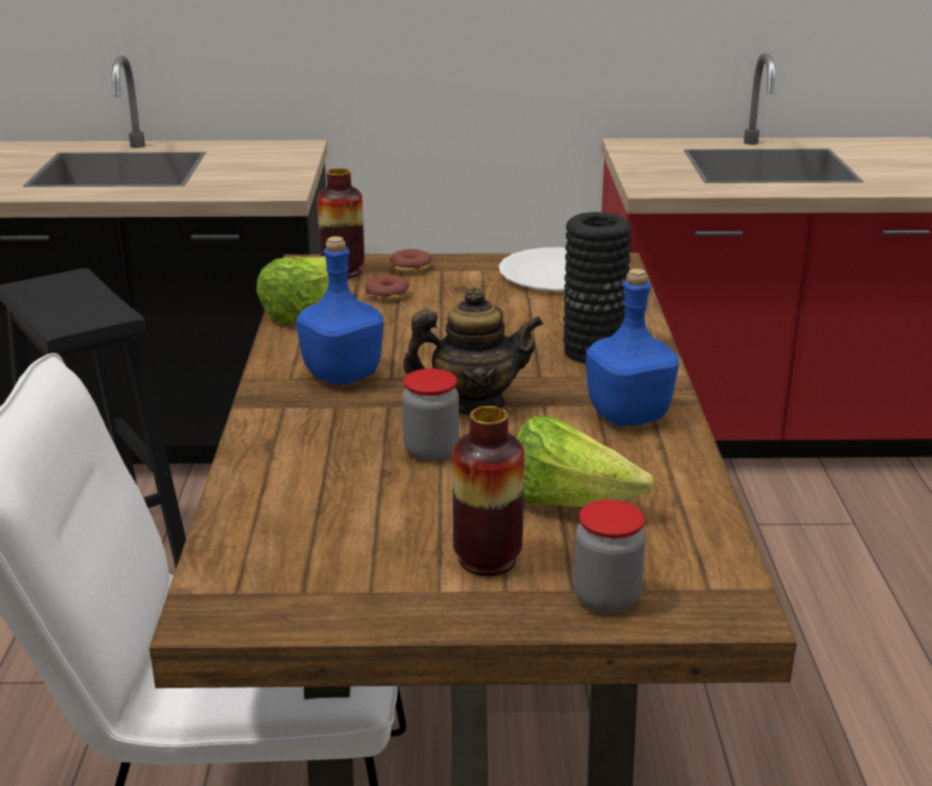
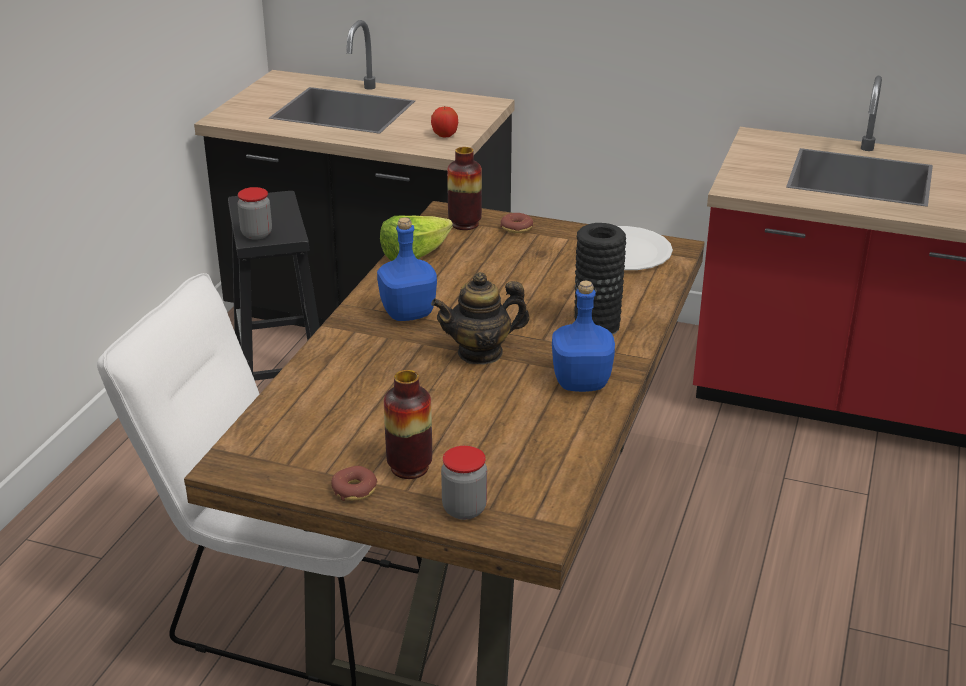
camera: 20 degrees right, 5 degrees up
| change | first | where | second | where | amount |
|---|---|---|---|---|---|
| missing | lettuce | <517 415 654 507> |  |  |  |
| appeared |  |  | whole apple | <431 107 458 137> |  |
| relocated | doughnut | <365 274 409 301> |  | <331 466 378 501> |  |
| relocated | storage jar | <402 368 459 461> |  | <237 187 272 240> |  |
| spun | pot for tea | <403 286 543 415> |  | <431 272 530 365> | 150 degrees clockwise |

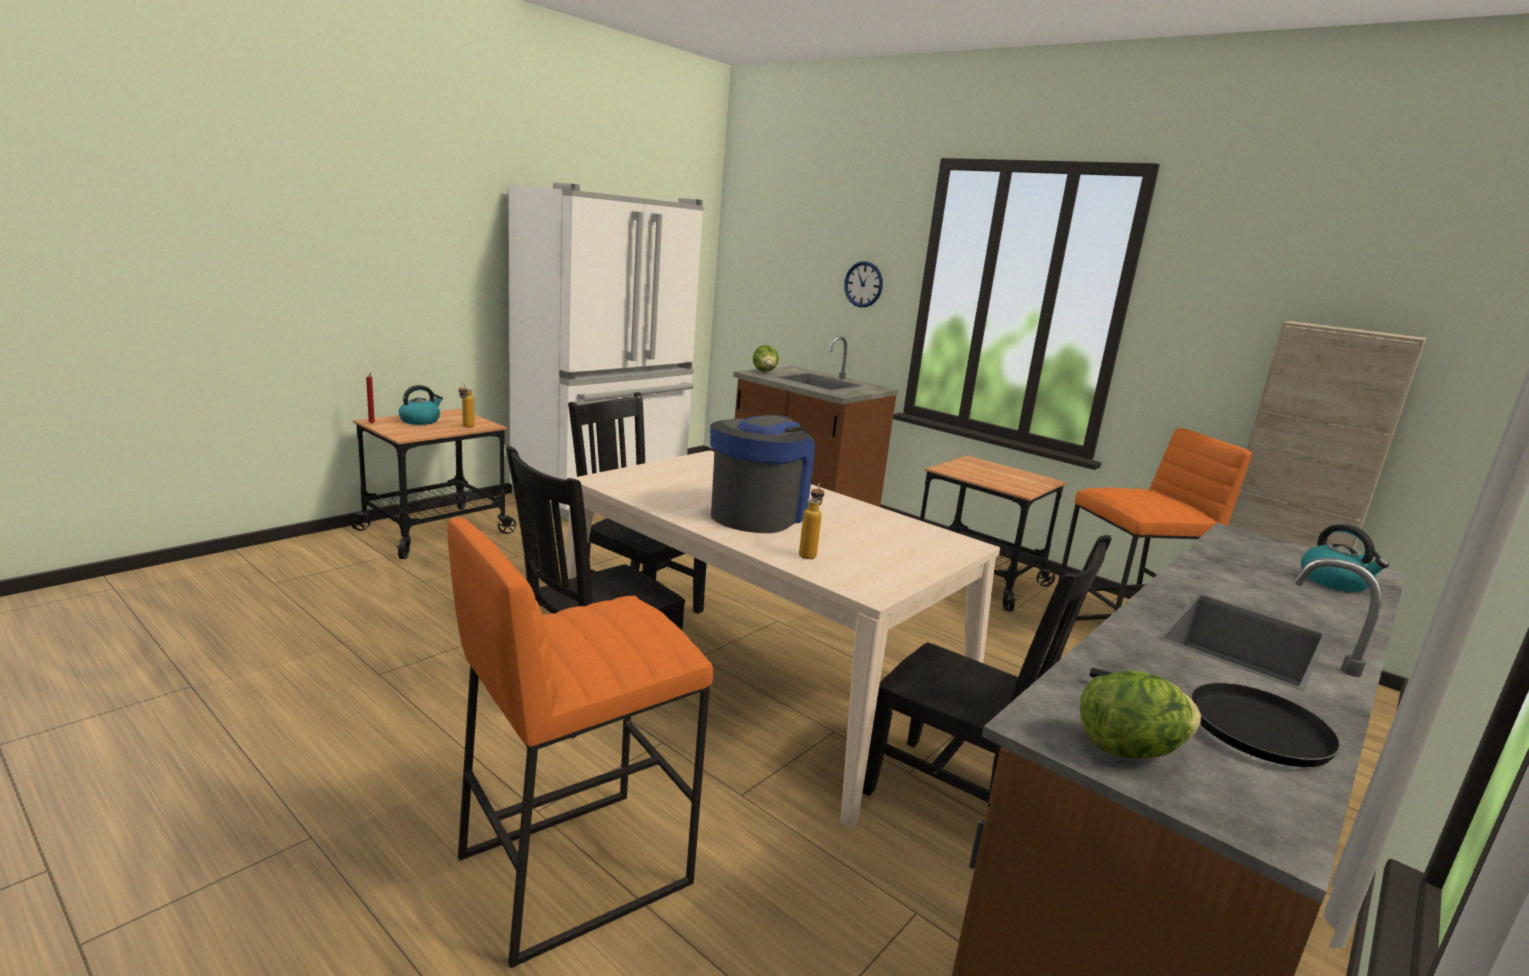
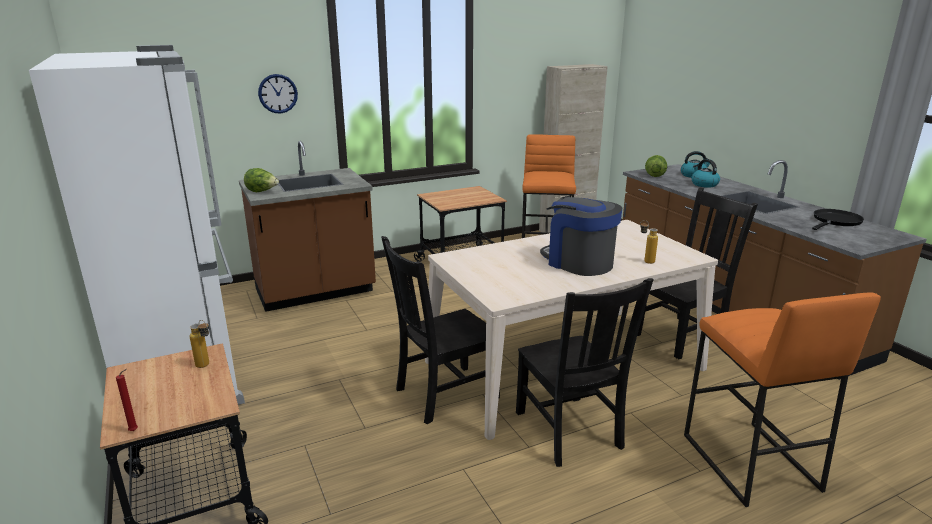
camera: 65 degrees left, 5 degrees up
| change | first | where | second | where | amount |
|---|---|---|---|---|---|
| relocated | kettle | <399 385 443 425> |  | <691 159 720 188> |  |
| relocated | lettuce | <1080 671 1201 759> |  | <645 155 667 177> |  |

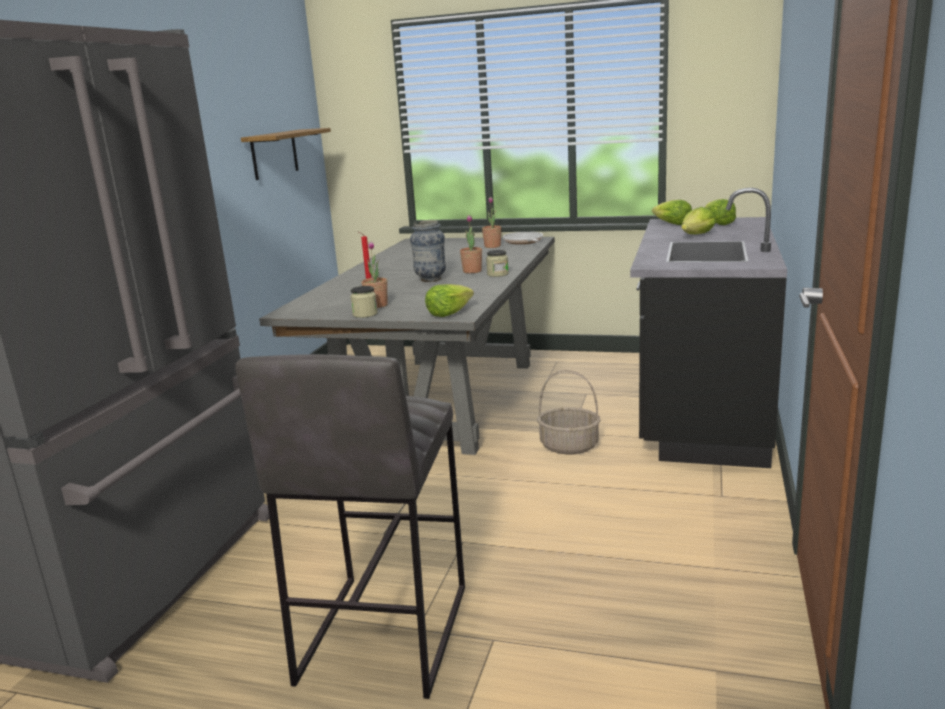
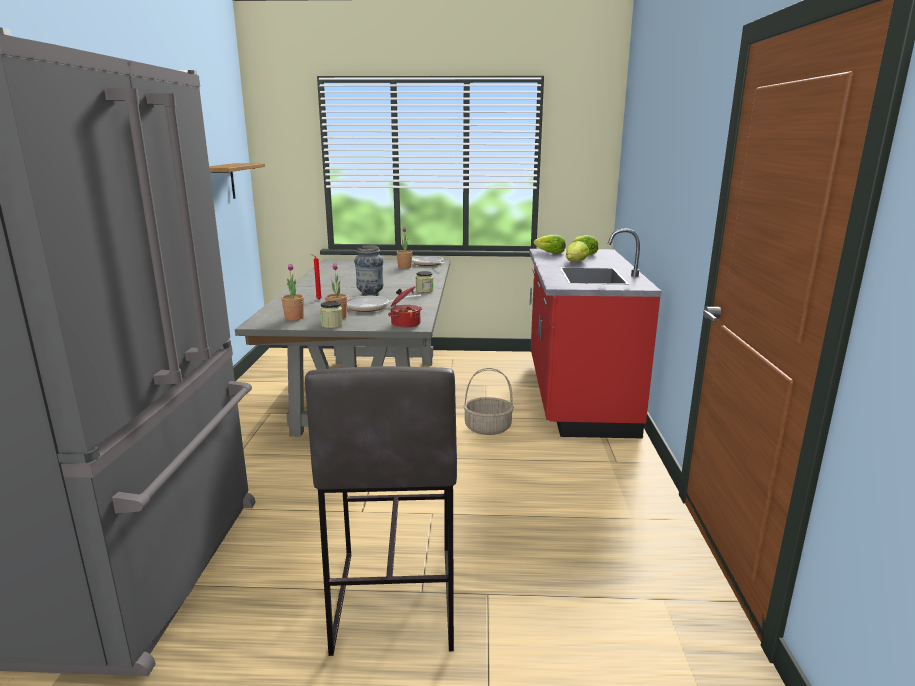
camera: 15 degrees left, 0 degrees up
| change | first | where | second | where | amount |
|---|---|---|---|---|---|
| appeared |  |  | frying pan | <347 295 421 312> |  |
| relocated | houseplant | <460 215 482 273> |  | <281 264 304 320> |  |
| exchanged | lettuce | <425 284 474 317> | cooking pot | <388 286 422 328> |  |
| colour | blackish kitchen base unit | <630 188 787 468> | reddish kitchen base unit | <529 229 662 438> |  |

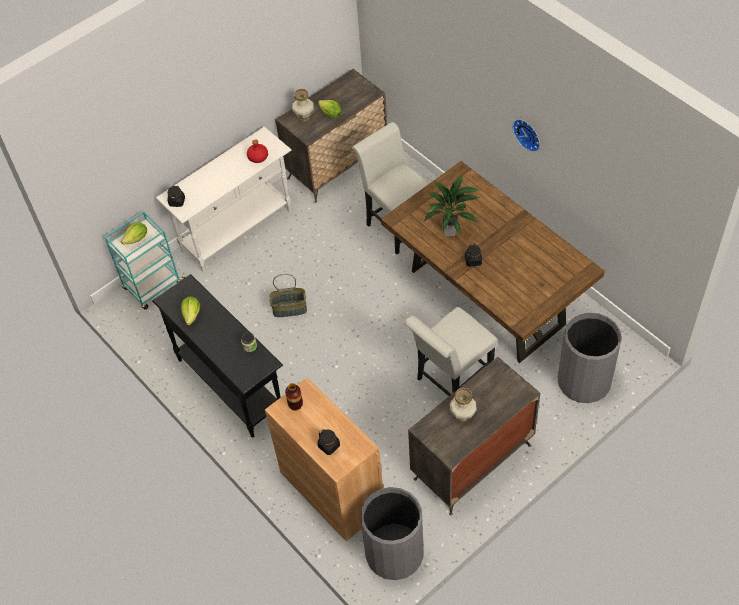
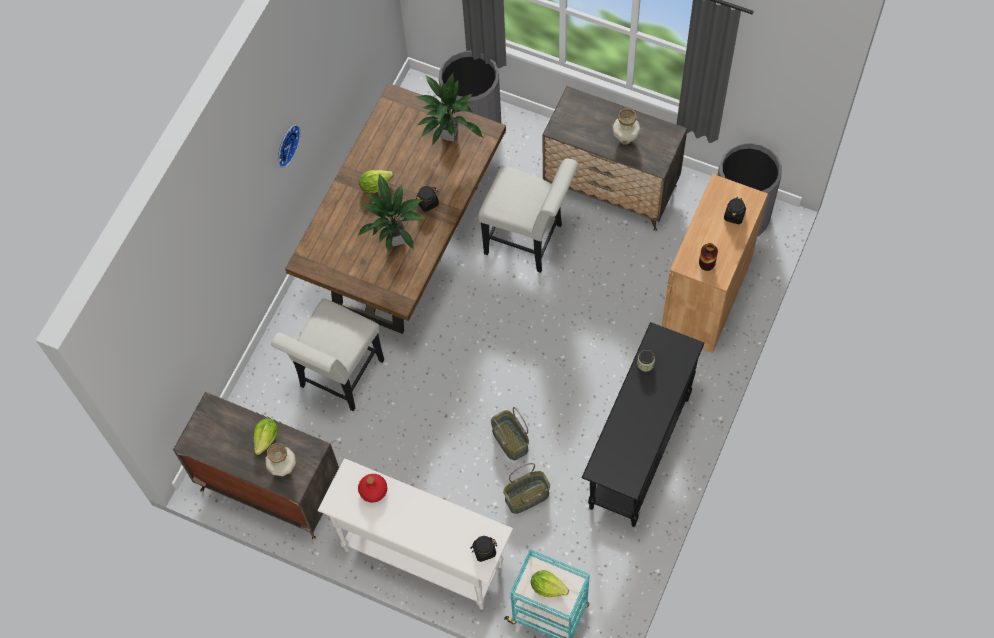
camera: 115 degrees left, 10 degrees up
| change | first | where | second | where | amount |
|---|---|---|---|---|---|
| appeared |  |  | houseplant | <415 73 483 144> |  |
| appeared |  |  | household basket | <503 463 550 514> |  |
| relocated | lettuce | <181 296 200 325> |  | <359 170 393 193> |  |

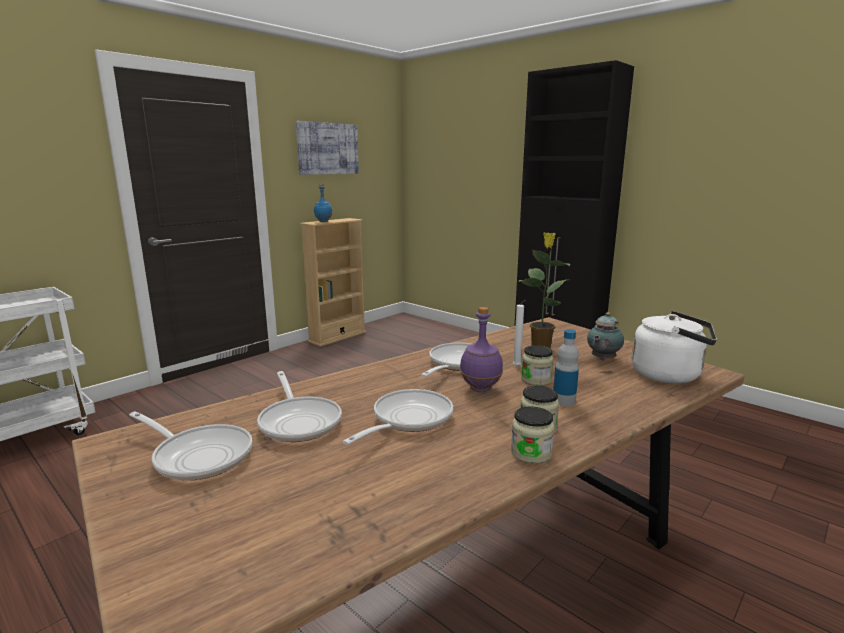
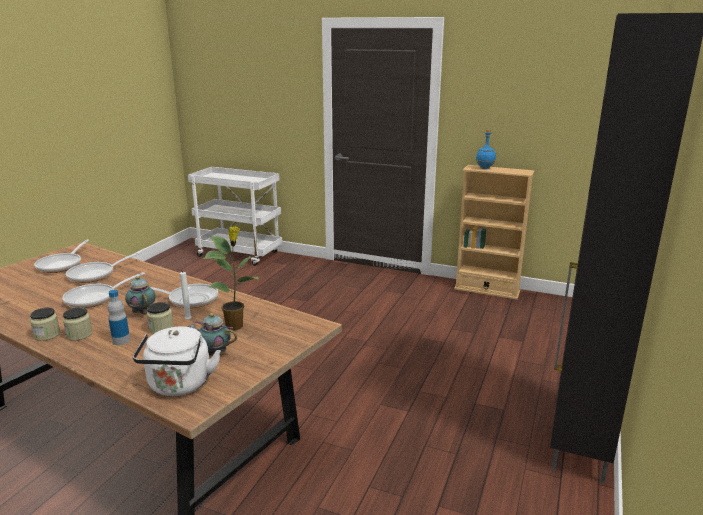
camera: 70 degrees right, 5 degrees up
| change | first | where | second | where | amount |
|---|---|---|---|---|---|
| missing | wall picture | <296 121 359 175> |  |  |  |
| exchanged | purple-coloured bottle | <460 307 503 392> | pot for tea | <125 276 156 314> |  |
| spun | frying pan | <343 389 453 445> |  | <62 272 145 308> | 120 degrees clockwise |

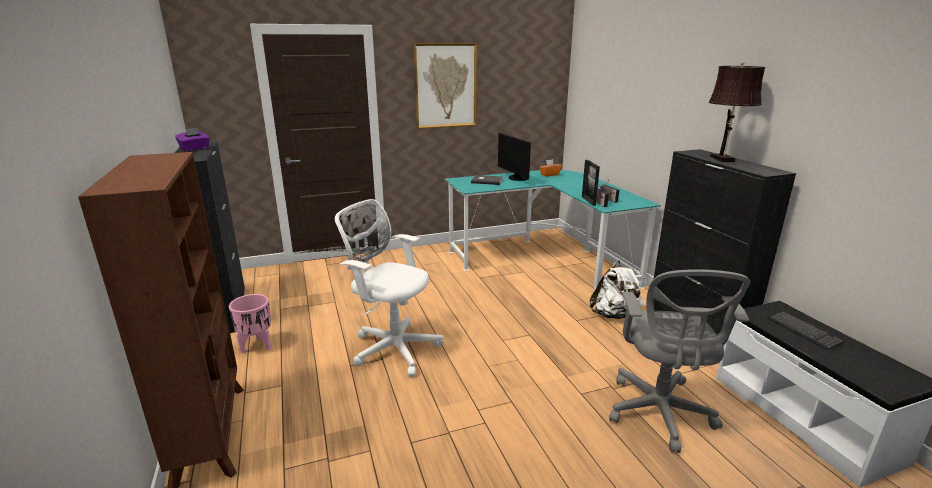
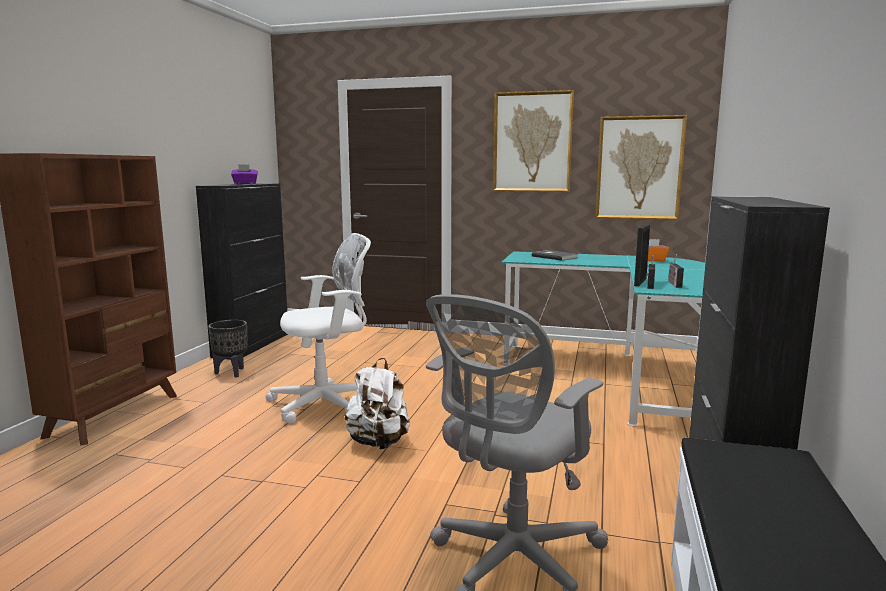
camera: 35 degrees right, 10 degrees down
| change | first | where | second | where | amount |
|---|---|---|---|---|---|
| missing | computer screen | <498 133 531 181> |  |  |  |
| missing | brown table lamp | <709 61 765 162> |  |  |  |
| missing | computer keyboard | <767 311 844 350> |  |  |  |
| appeared |  |  | wall picture | <595 115 687 220> |  |
| relocated | white rucksack | <590 260 643 319> |  | <345 358 410 449> |  |
| colour | pink-coloured flower pot | <229 294 271 353> | blackish flower pot | <208 320 248 378> |  |
| spun | white desk chair | <335 199 443 377> |  | <266 233 371 424> | 90 degrees clockwise |

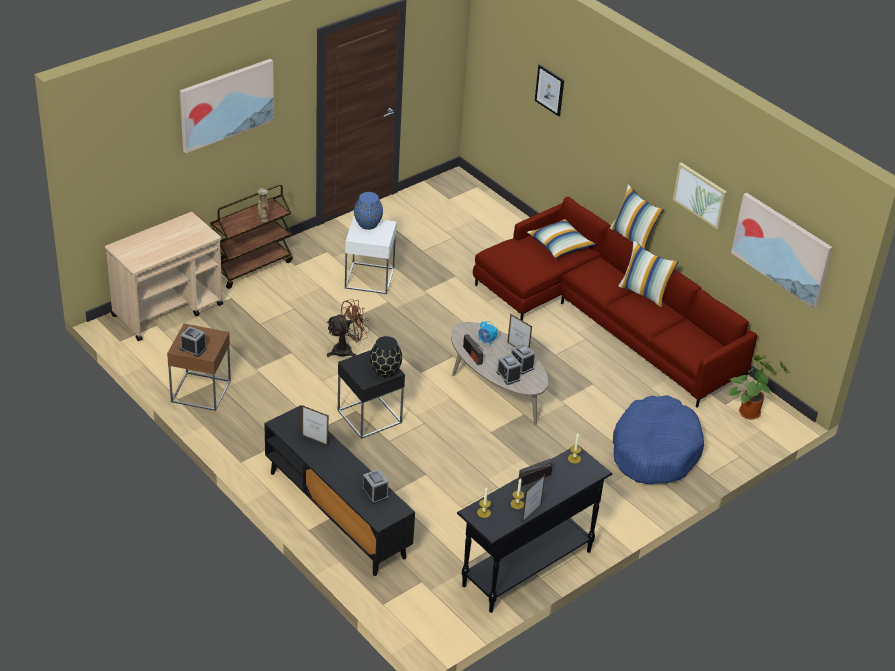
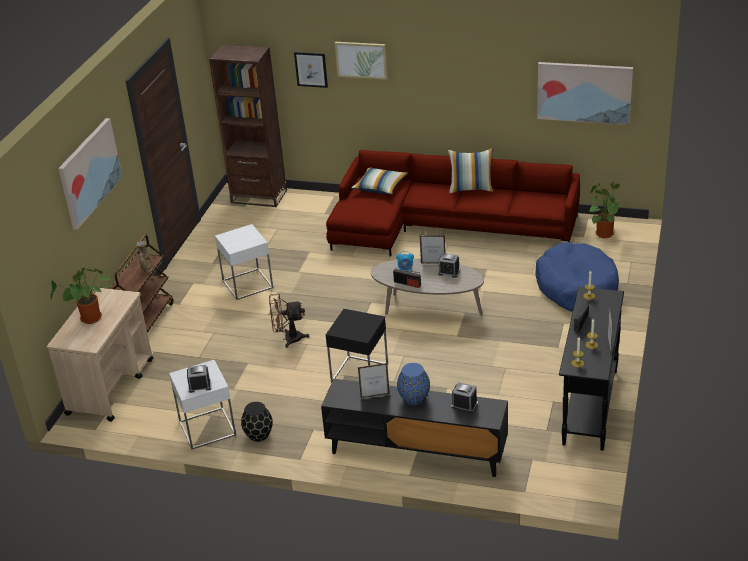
camera: 30 degrees left, 5 degrees down
| change | first | where | second | where | amount |
|---|---|---|---|---|---|
| missing | bedside clock | <497 354 521 385> |  |  |  |
| missing | pillow | <610 184 664 249> |  |  |  |
| appeared |  |  | houseplant | <50 267 112 324> |  |
| appeared |  |  | brown bookcase | <209 44 287 207> |  |
| relocated | blue-coloured vase | <354 192 383 230> |  | <397 363 430 405> |  |
| relocated | blackish vase | <370 336 402 378> |  | <241 402 273 442> |  |
| relocated | wall picture | <673 163 727 230> |  | <335 42 388 80> |  |
| colour | brown accent table | <167 324 231 411> | white accent table | <169 360 236 449> |  |
| spun | brown electric fan | <326 299 370 357> |  | <269 293 309 348> | 120 degrees counterclockwise |

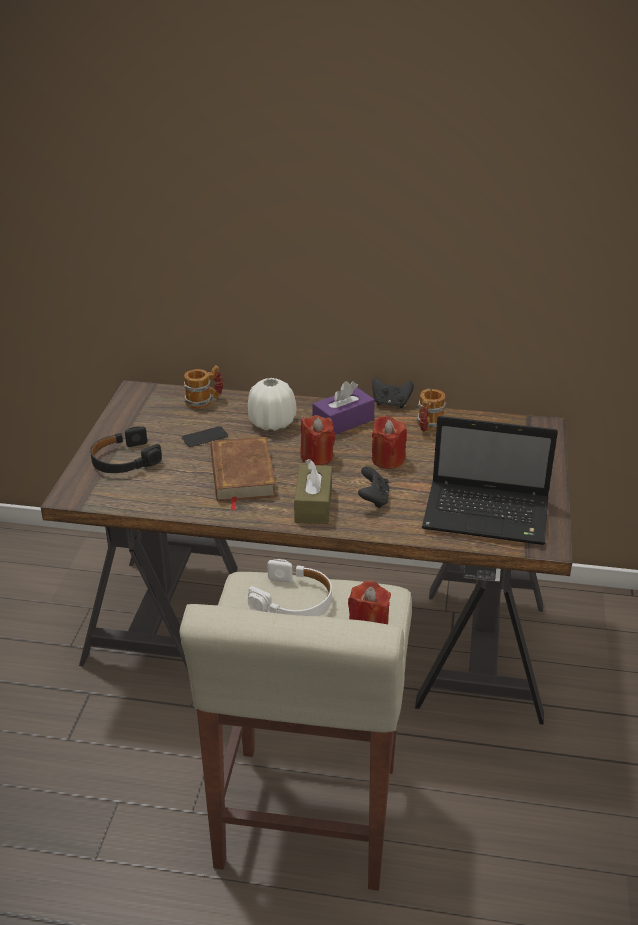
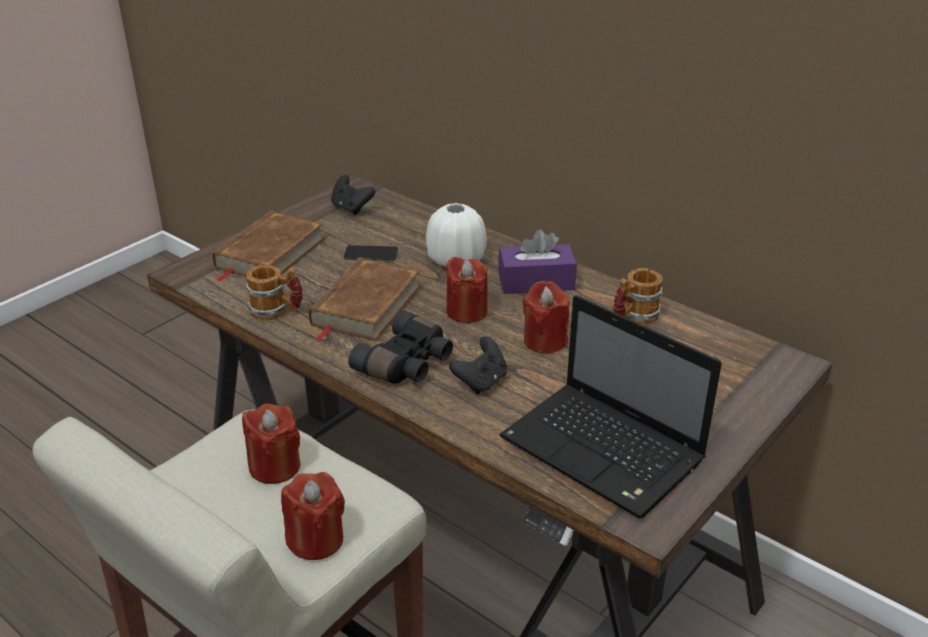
camera: 30 degrees right, 0 degrees up
| change | first | where | second | where | amount |
|---|---|---|---|---|---|
| relocated | mug | <184 365 223 409> |  | <246 265 303 320> |  |
| relocated | blackish game controller | <372 377 414 408> |  | <331 175 376 215> |  |
| exchanged | blackish headphones | <90 426 162 473> | brown book | <212 210 325 282> |  |
| exchanged | white headphones | <248 559 332 616> | reddish candle | <242 403 301 484> |  |
| exchanged | brown box of tissues | <294 459 332 524> | blackish field glasses | <348 310 453 384> |  |

